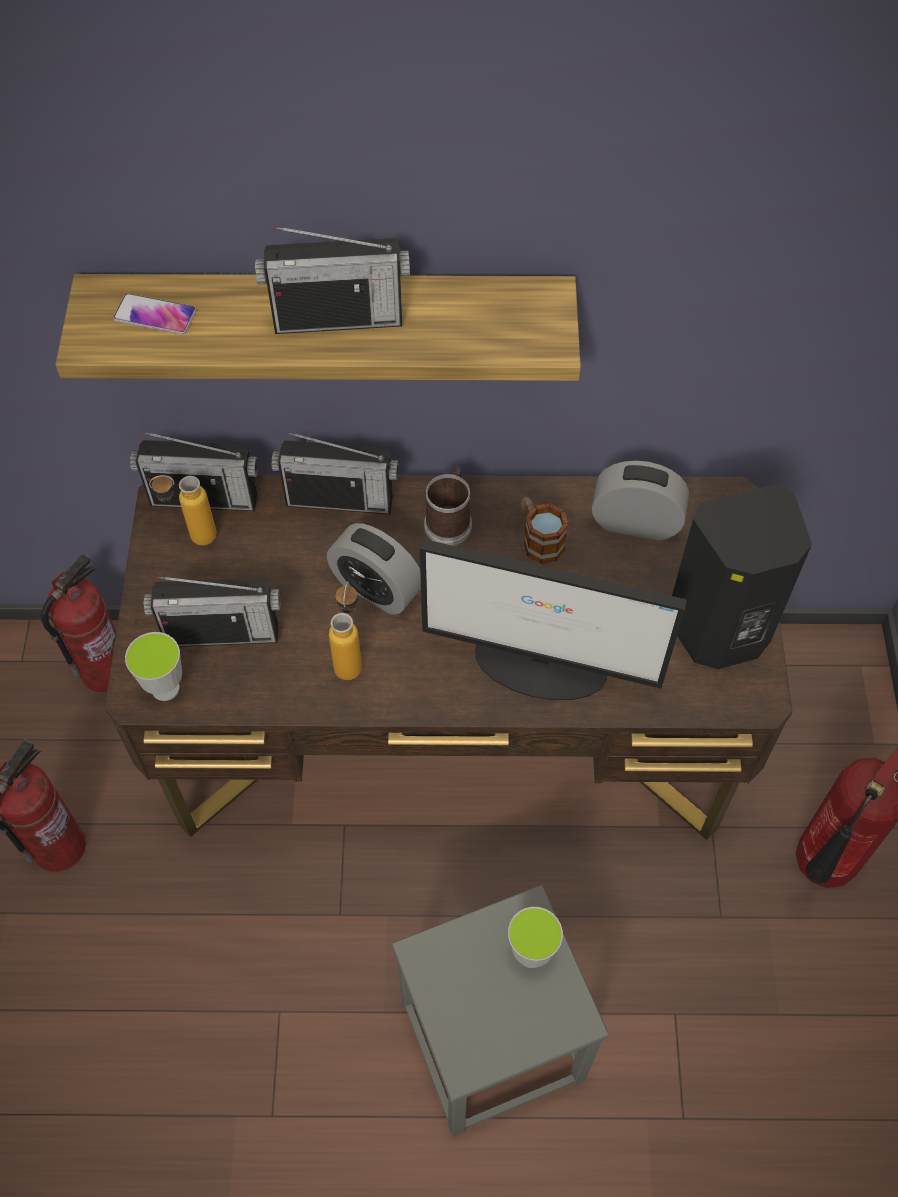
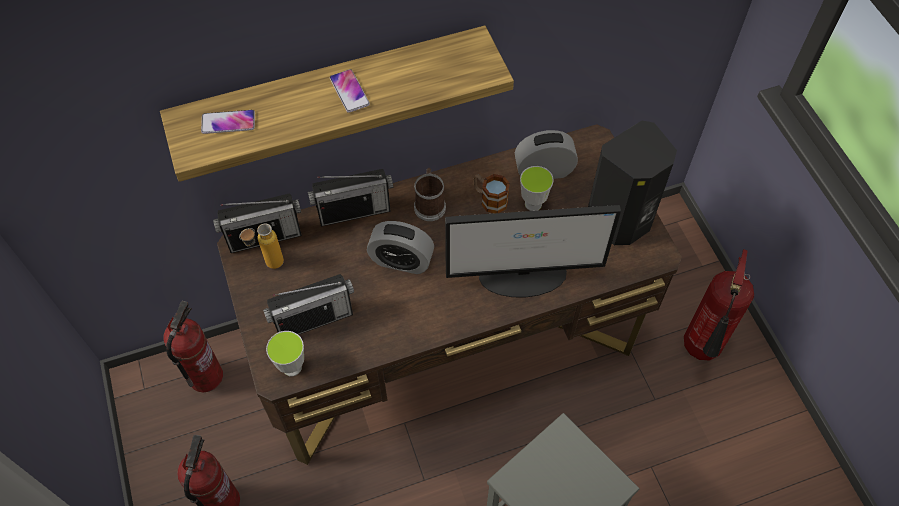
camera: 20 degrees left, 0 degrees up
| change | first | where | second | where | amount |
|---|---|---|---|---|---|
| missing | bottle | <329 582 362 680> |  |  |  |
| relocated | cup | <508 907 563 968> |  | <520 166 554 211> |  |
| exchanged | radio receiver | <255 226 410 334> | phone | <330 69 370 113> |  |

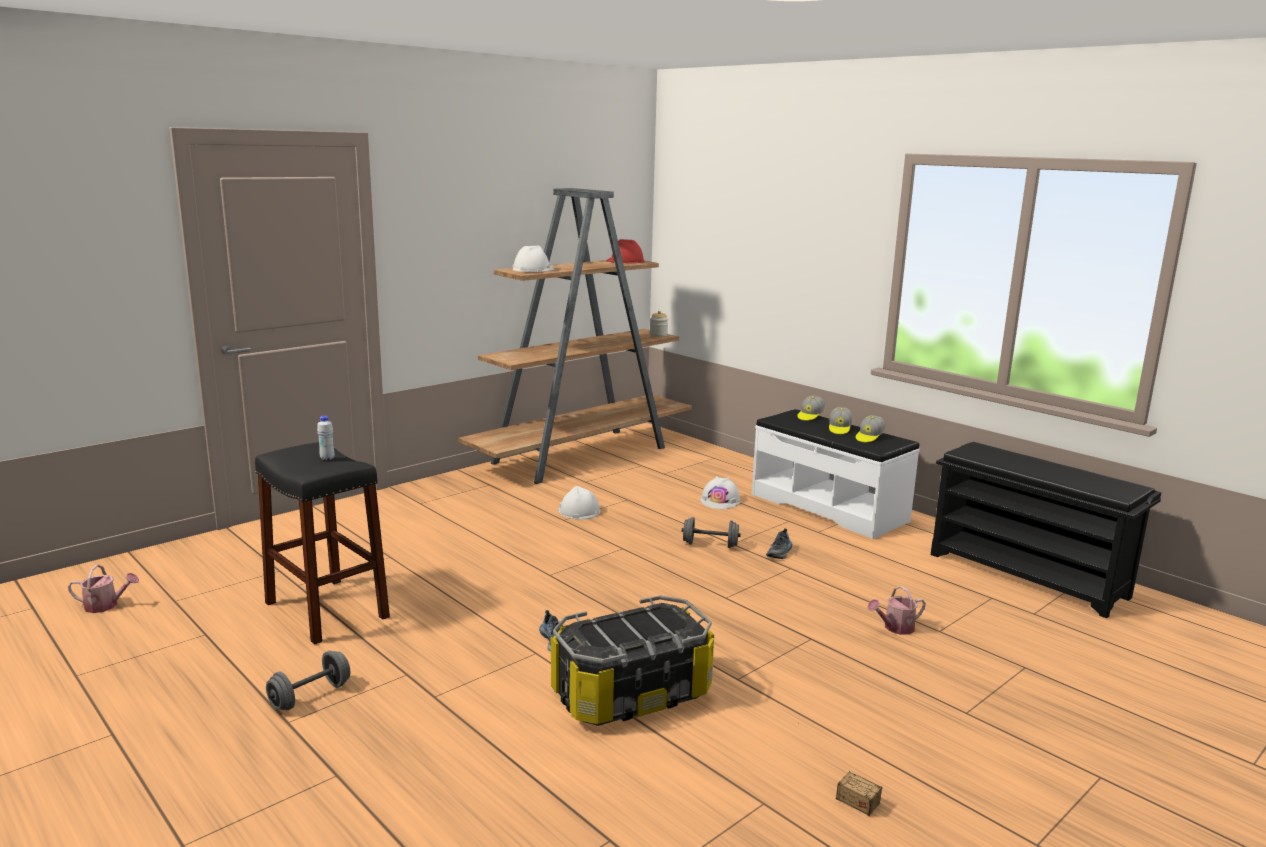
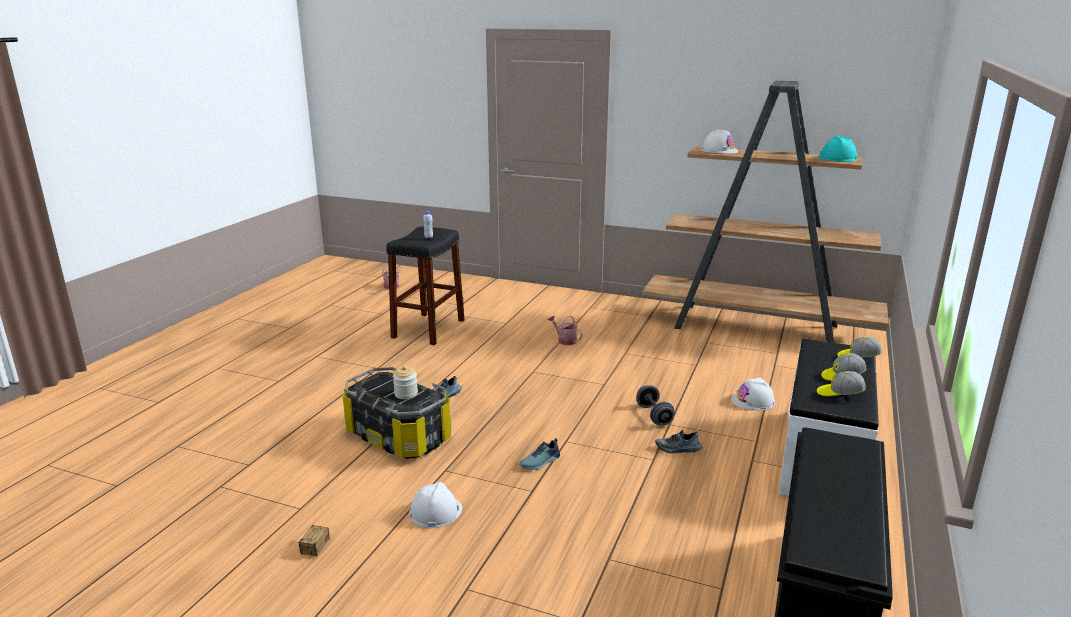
camera: 65 degrees right, 5 degrees up
| change | first | where | second | where | amount |
|---|---|---|---|---|---|
| missing | gray free weight | <266 651 350 710> |  |  |  |
| appeared |  |  | shoe | <519 438 560 470> |  |
| relocated | white hard hat | <558 486 600 520> |  | <409 482 462 528> |  |
| relocated | storage jar | <650 311 668 337> |  | <393 365 418 399> |  |
| relocated | watering pot | <867 586 926 635> |  | <548 315 583 345> |  |
| colour | reddish hard hat | <606 239 645 263> | turquoise hard hat | <818 136 857 162> |  |

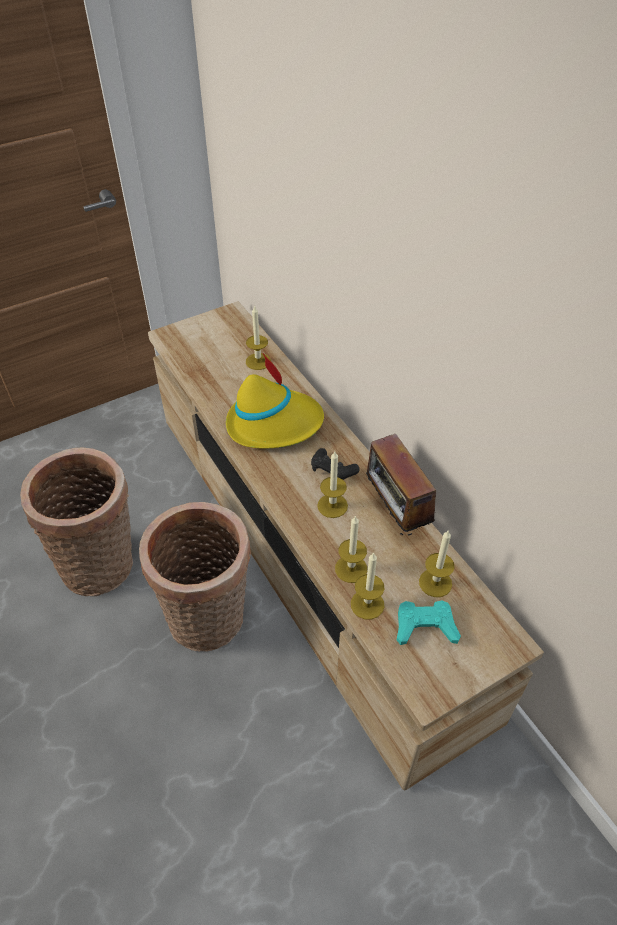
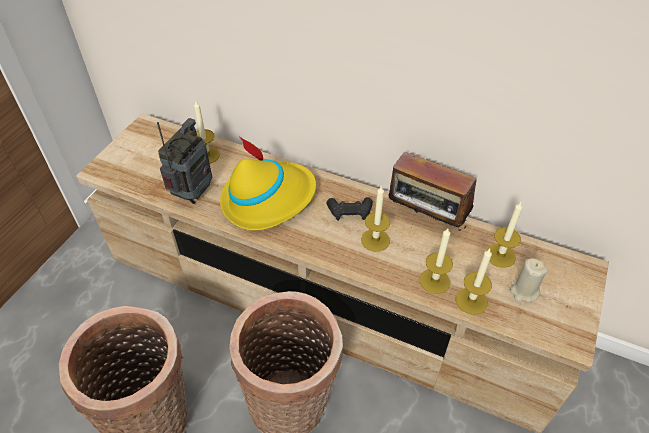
camera: 35 degrees left, 0 degrees up
| change | first | where | second | where | amount |
|---|---|---|---|---|---|
| appeared |  |  | radio receiver | <157 118 212 204> |  |
| exchanged | turquoise game controller | <397 600 461 645> | sand-coloured candle | <510 258 548 302> |  |

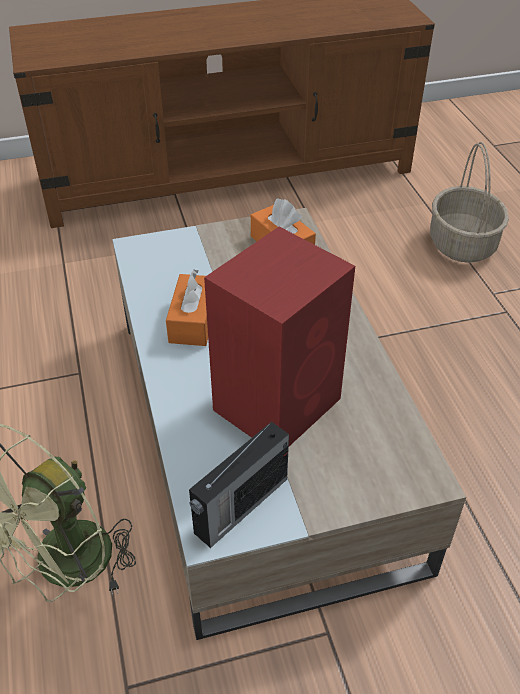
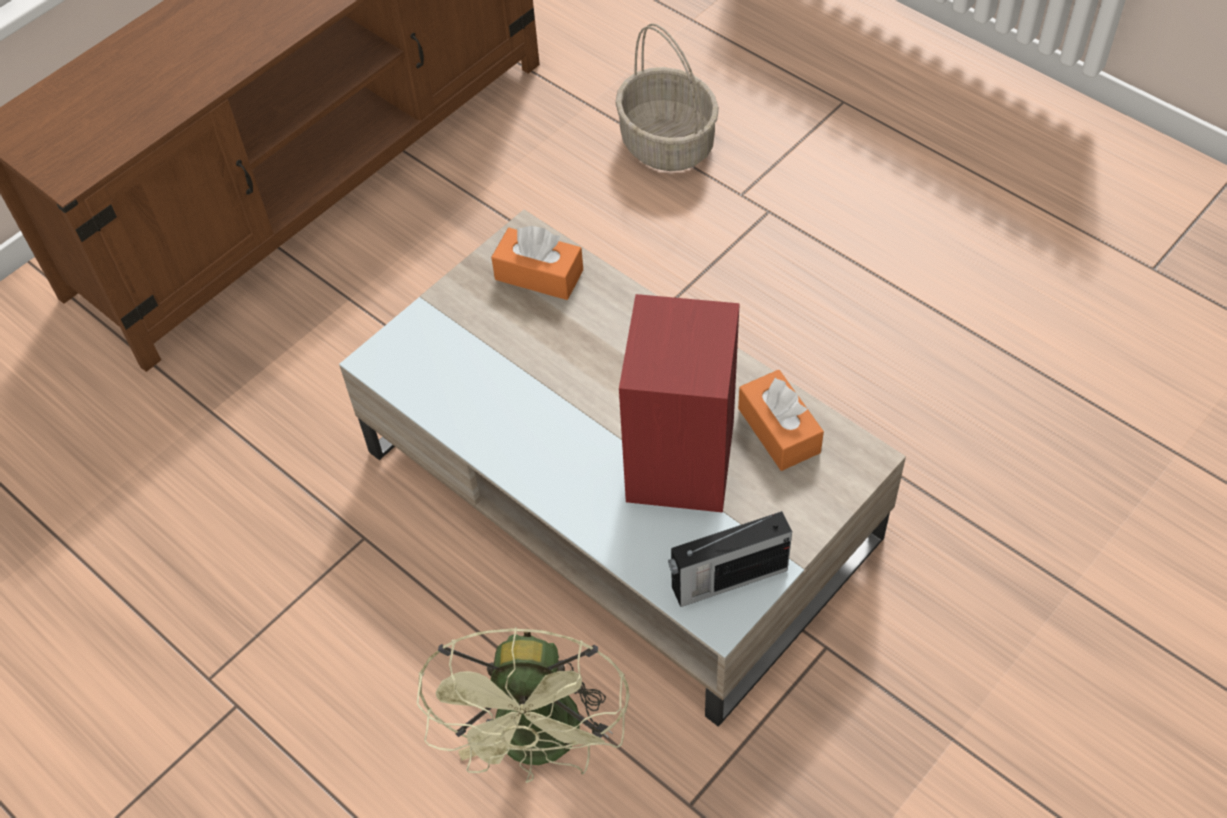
camera: 30 degrees left, 10 degrees up
| change | first | where | second | where | amount |
|---|---|---|---|---|---|
| relocated | orange box of tissues | <166 269 208 346> |  | <738 370 824 471> |  |
| spun | radio receiver | <189 422 289 548> |  | <668 511 792 607> | 60 degrees clockwise |

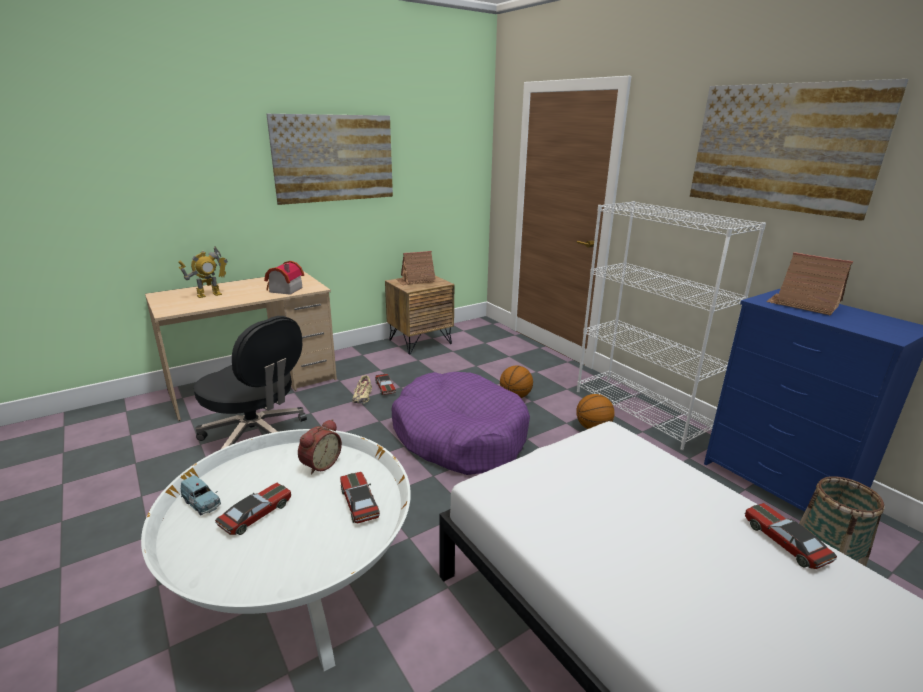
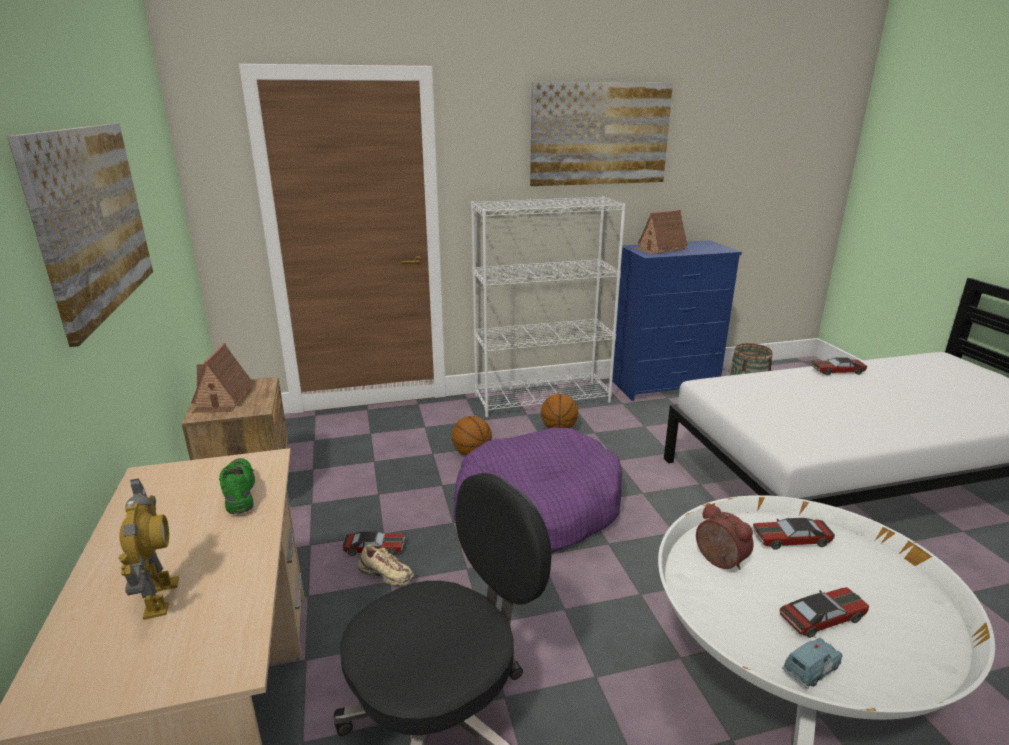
camera: 70 degrees left, 0 degrees up
| change | first | where | second | where | amount |
|---|---|---|---|---|---|
| exchanged | toy house | <264 261 304 295> | greenish shoe | <219 458 255 514> |  |
| spun | miniature car | <215 483 292 535> |  | <779 587 869 638> | 105 degrees clockwise |

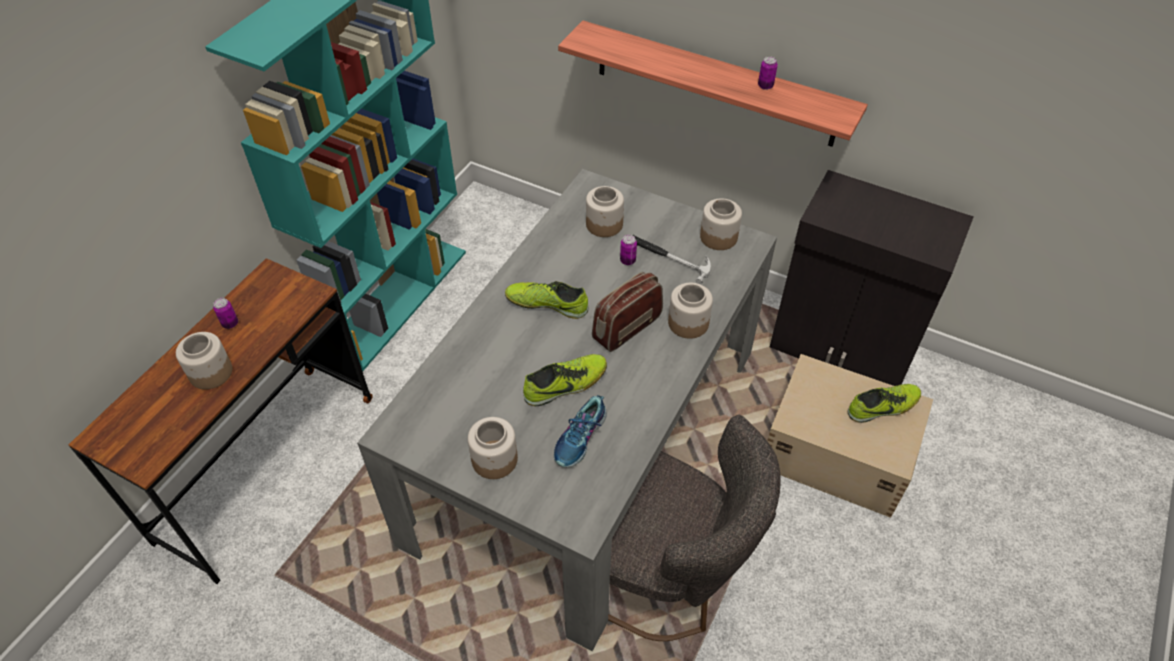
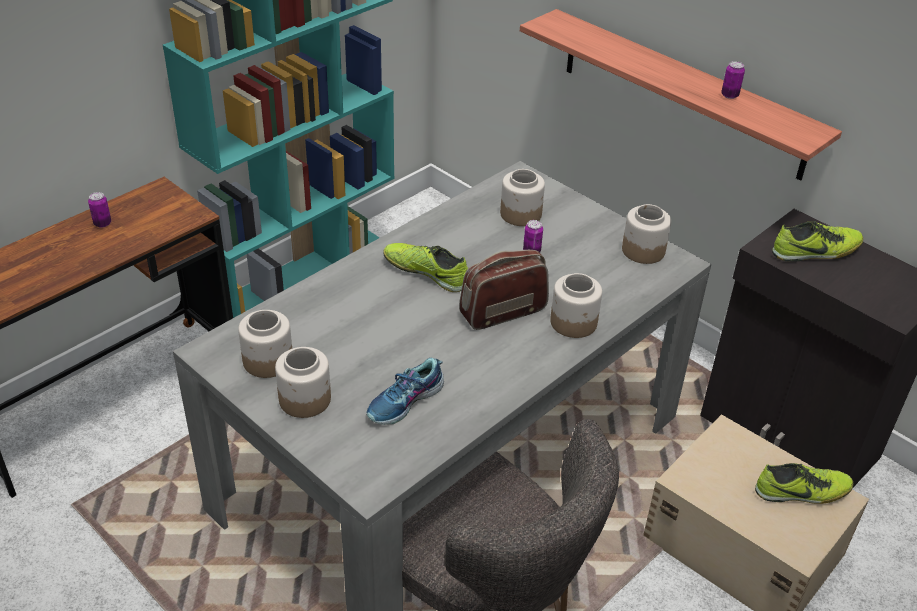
camera: 15 degrees right, 10 degrees down
| change | first | where | second | where | amount |
|---|---|---|---|---|---|
| missing | tool hammer | <632 235 711 284> |  |  |  |
| relocated | storage jar | <176 332 232 390> |  | <238 310 292 378> |  |
| relocated | shoe | <523 354 607 406> |  | <772 221 863 261> |  |

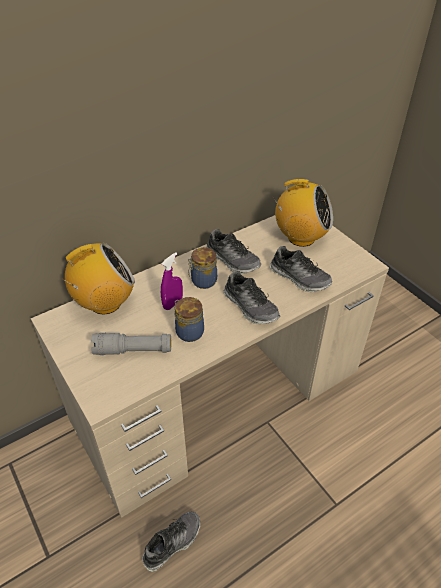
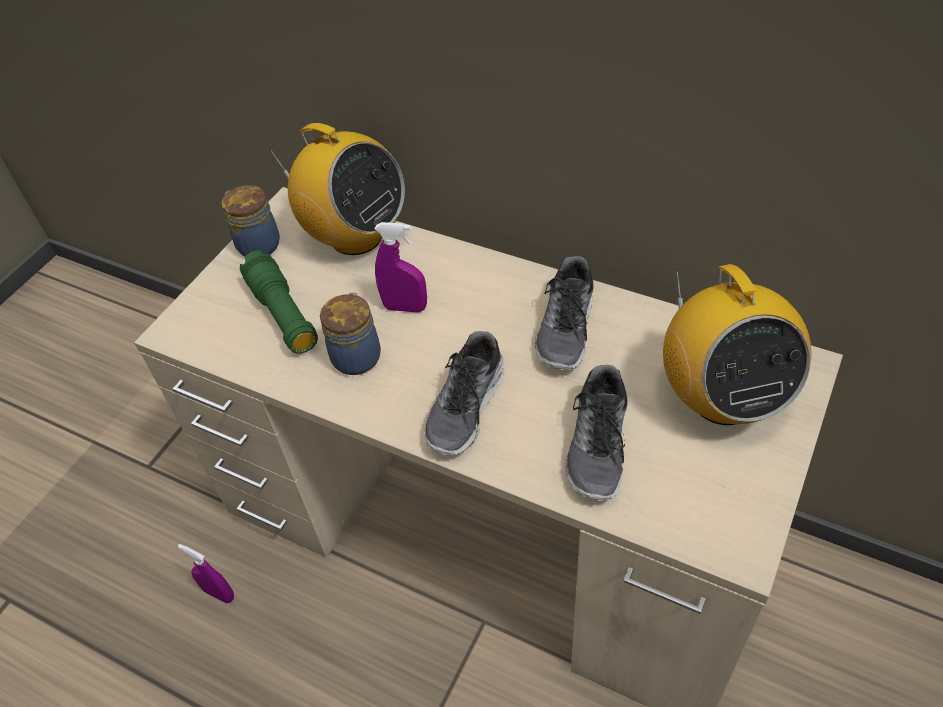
camera: 65 degrees right, 5 degrees up
| change | first | where | second | where | amount |
|---|---|---|---|---|---|
| relocated | storage jar | <188 247 217 289> |  | <221 185 280 256> |  |
| exchanged | shoe | <142 512 200 572> | purple-coloured hand sprayer | <178 544 234 604> |  |
| colour | gray torch | <91 333 171 355> | greenish torch | <240 250 318 354> |  |

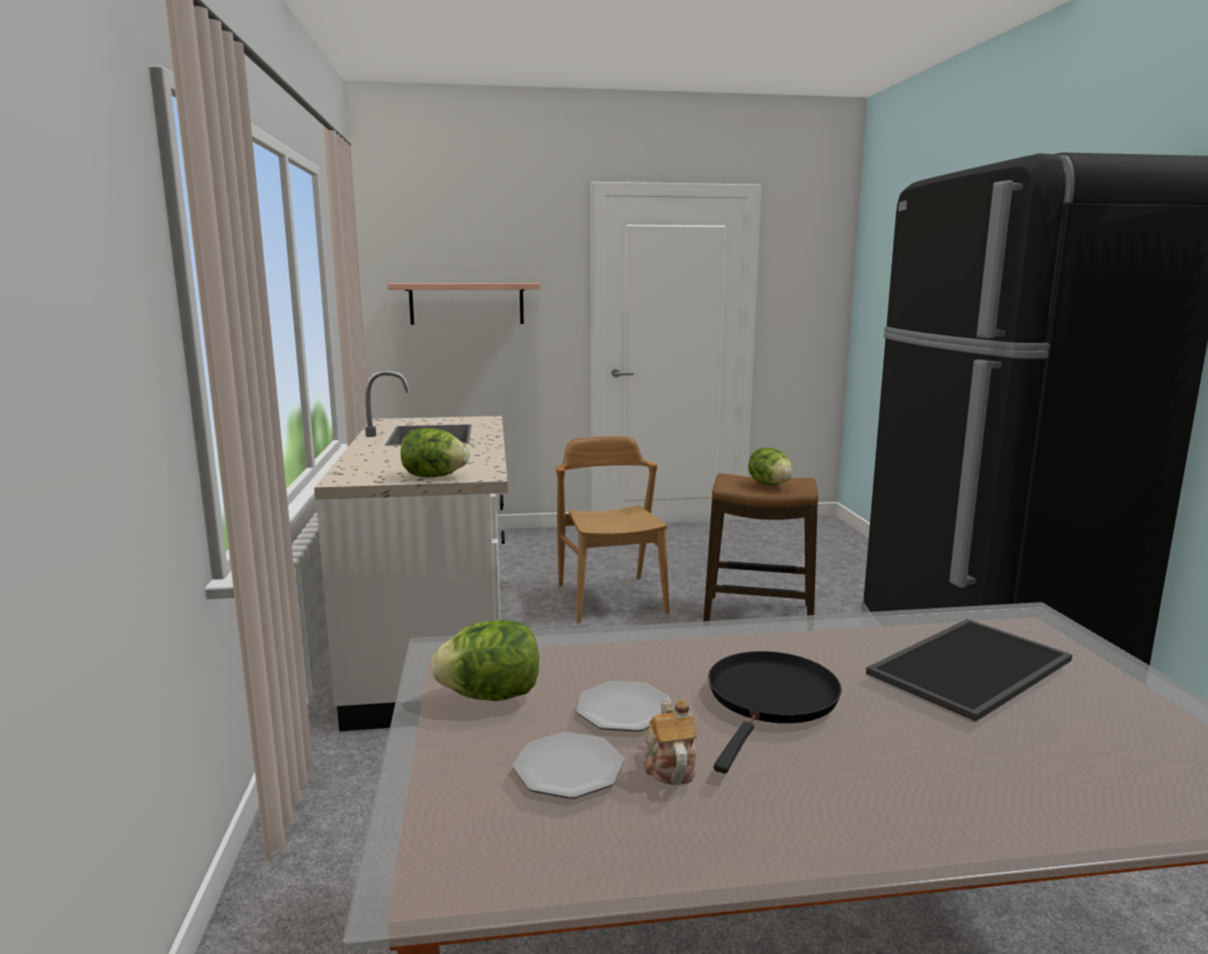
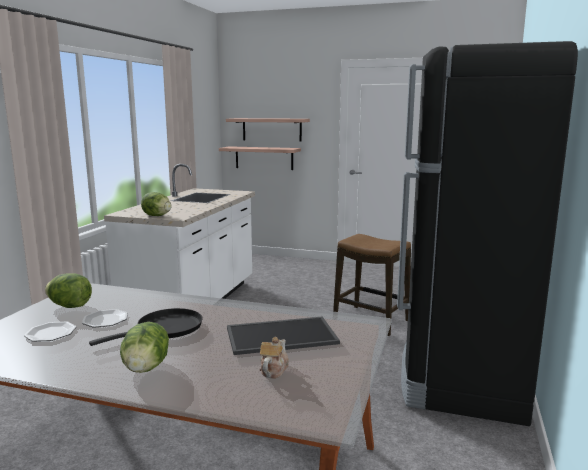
camera: 25 degrees right, 0 degrees up
| change | first | where | second | where | amount |
|---|---|---|---|---|---|
| missing | brown chair | <556 436 669 623> |  |  |  |
| appeared |  |  | shelf | <219 146 301 170> |  |
| relocated | pot for tea | <644 699 697 785> |  | <260 337 289 378> |  |
| relocated | lettuce | <748 447 793 486> |  | <120 322 169 373> |  |

